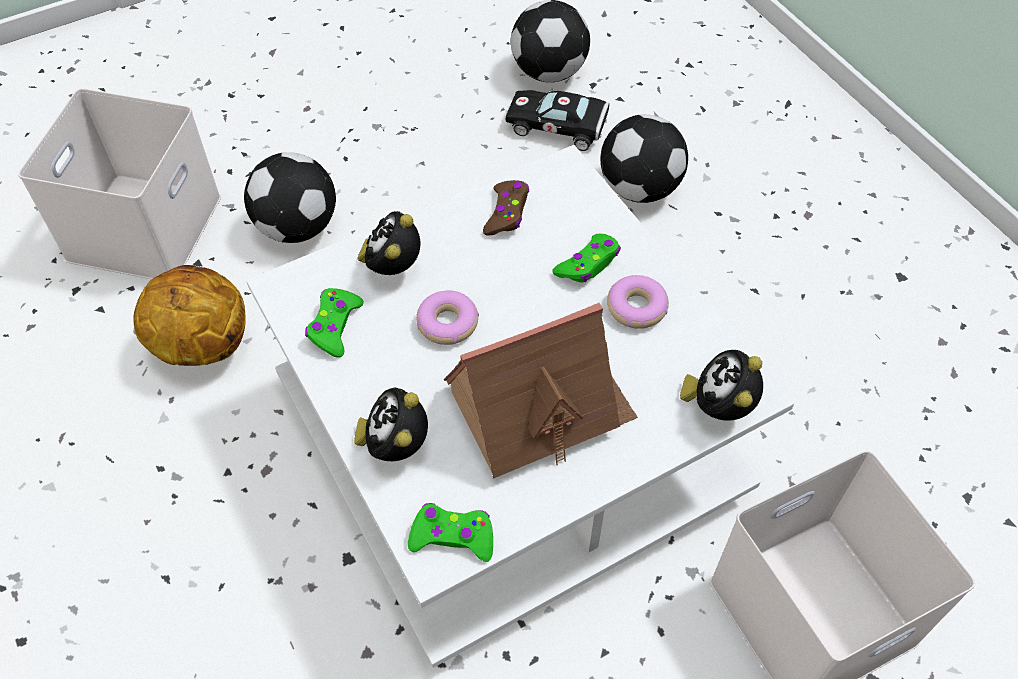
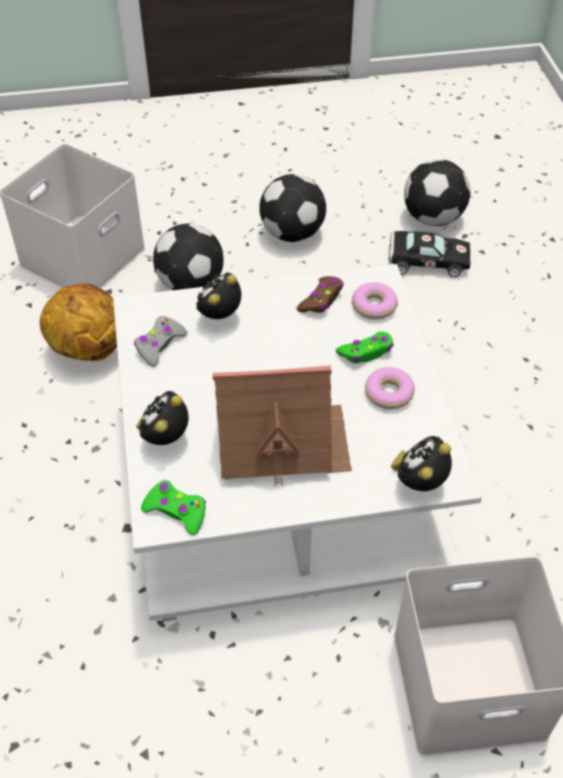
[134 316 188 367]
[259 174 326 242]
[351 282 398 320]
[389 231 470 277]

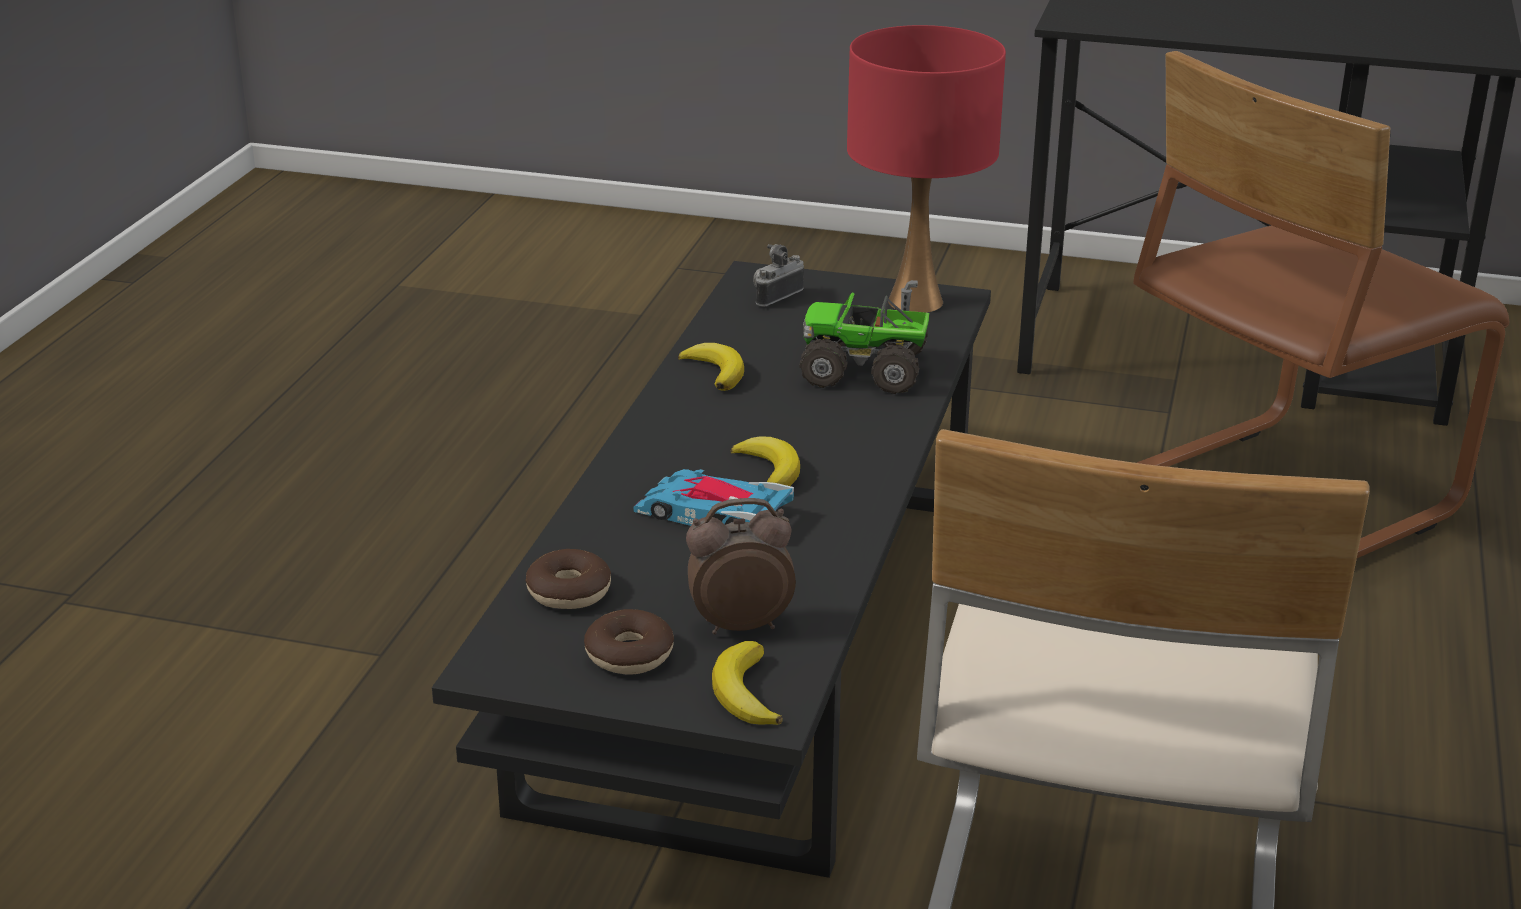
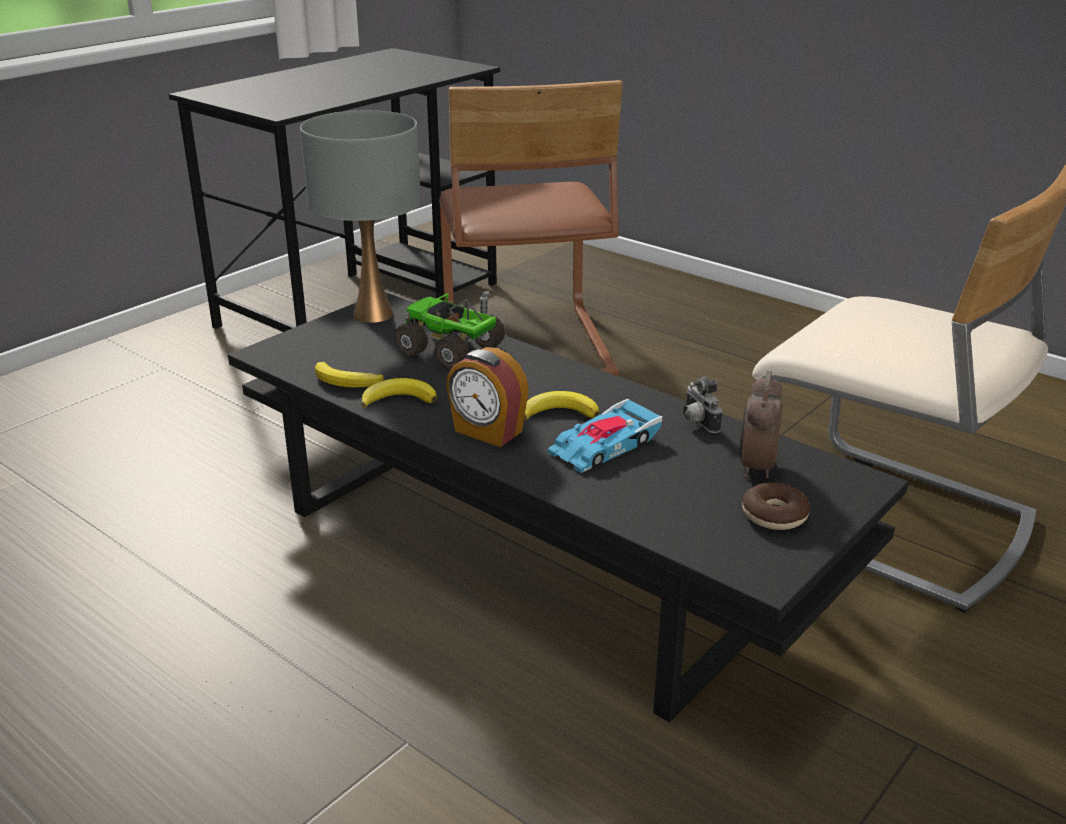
[300 110 421 323]
[315 362 384 388]
[394 291 505 370]
[446 347 529 447]
[683 376 722 433]
[525 549 611 609] (first image)

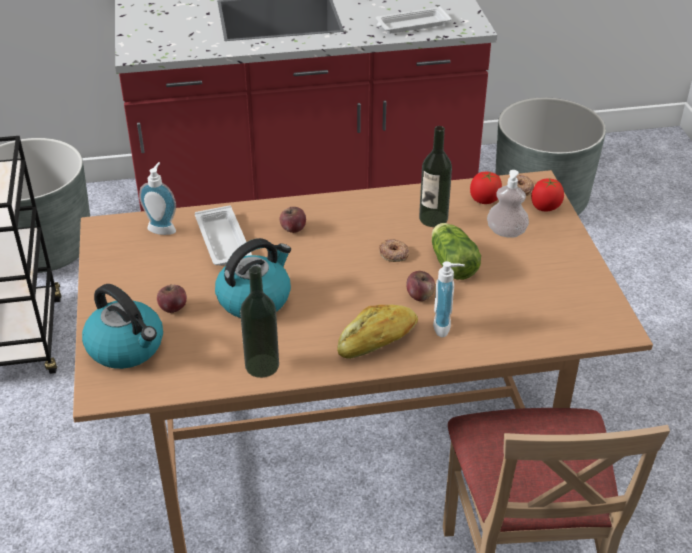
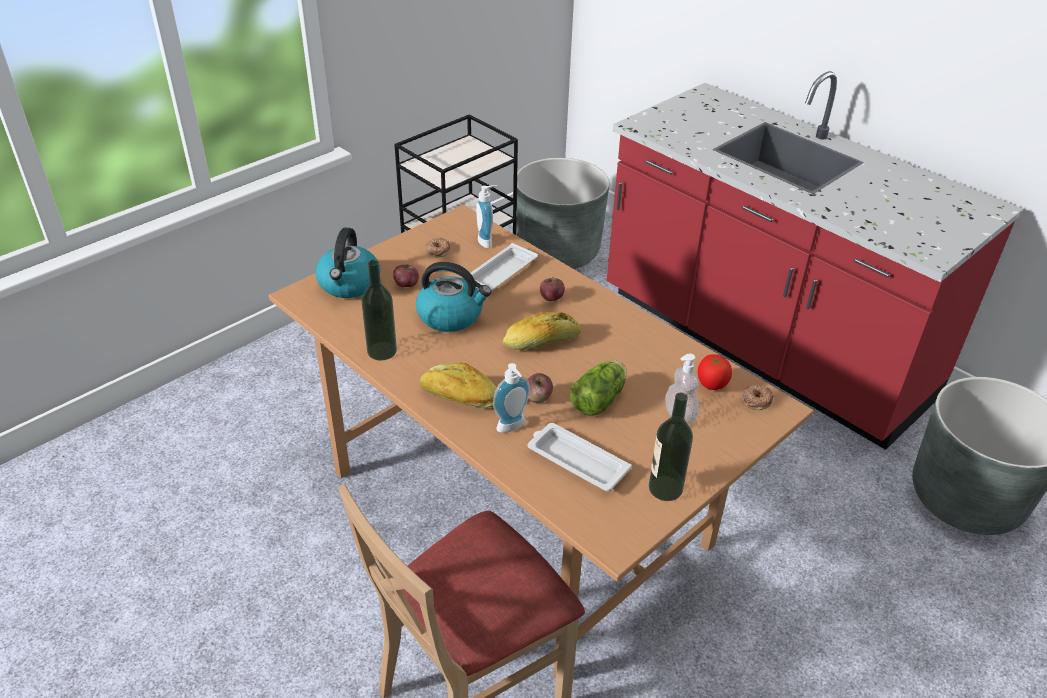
[425 237 450 257]
[503 312 581 350]
[527 423 632 492]
[649 393 693 501]
[531 178 564 212] (first image)

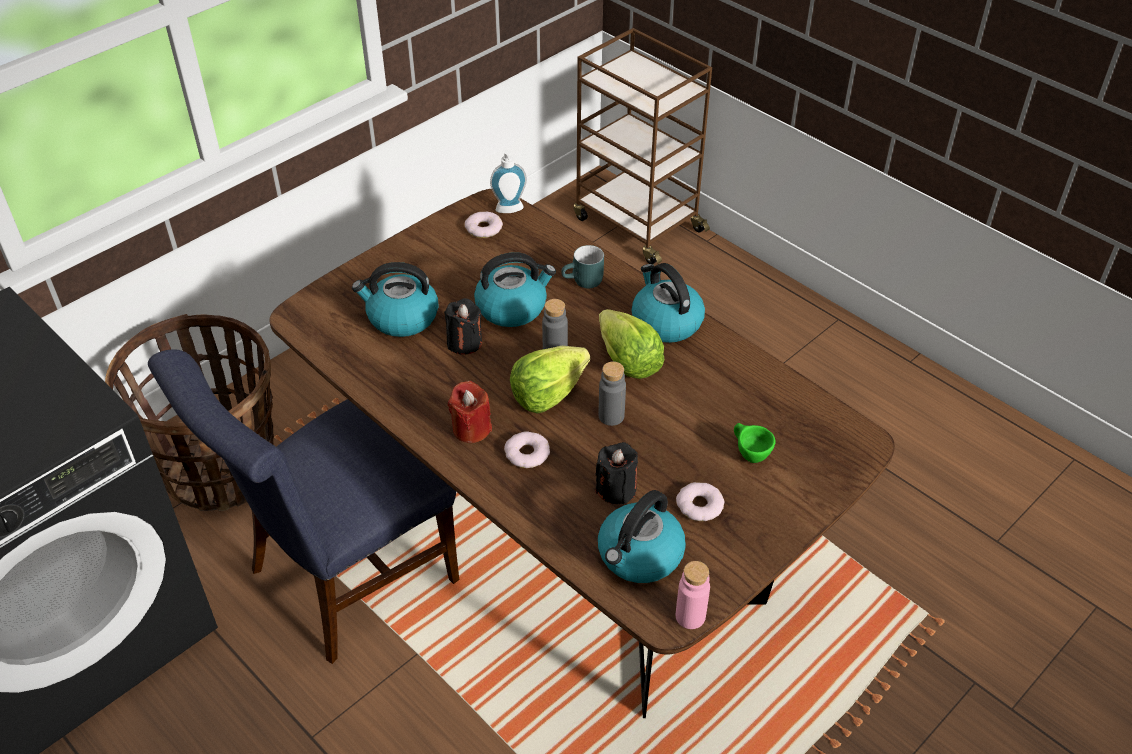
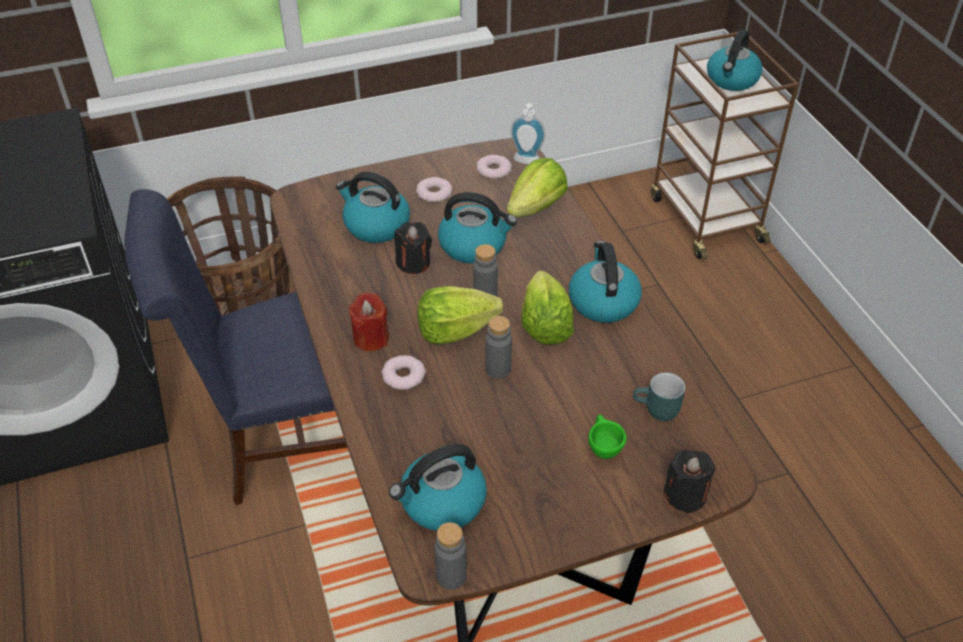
[416 177 452 203]
[435 522 467 590]
[507 158 568 218]
[633 372 685 421]
[663 450 716 513]
[707 30 763 91]

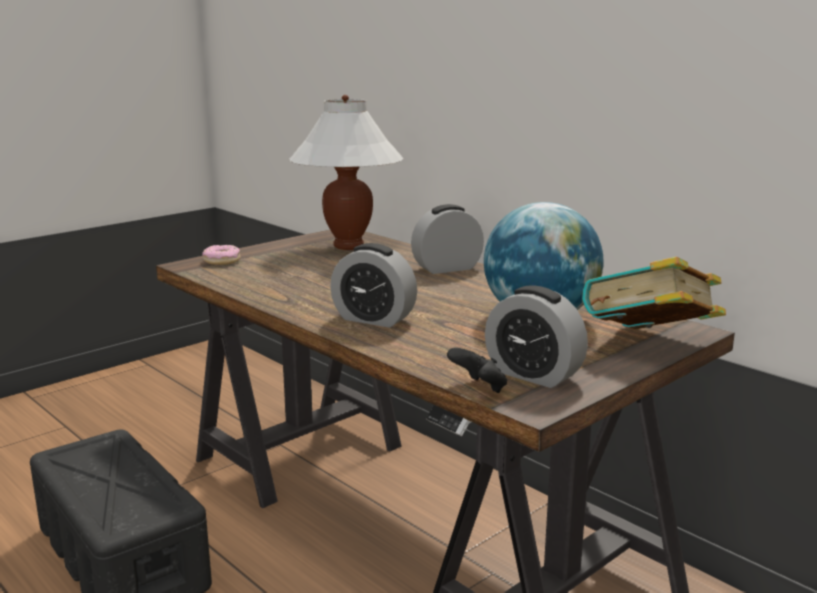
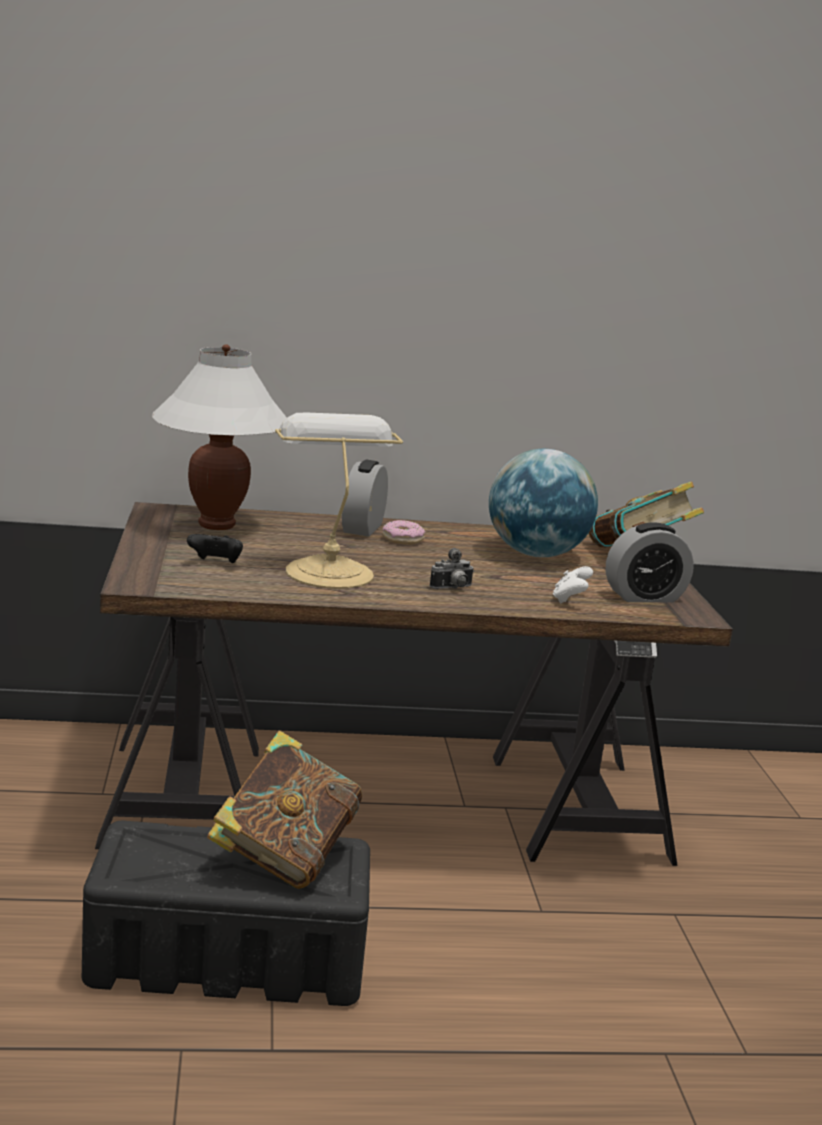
[187 534 243 563]
[207 731 362 889]
[275 413 403 589]
[382 520 426 545]
[430 548 474 589]
[553 566 593 604]

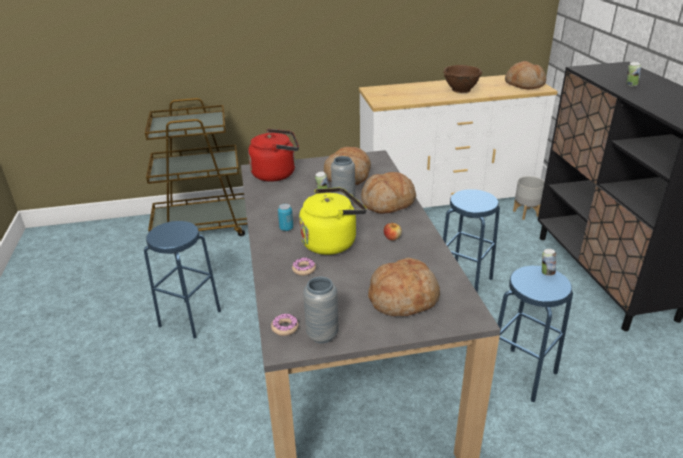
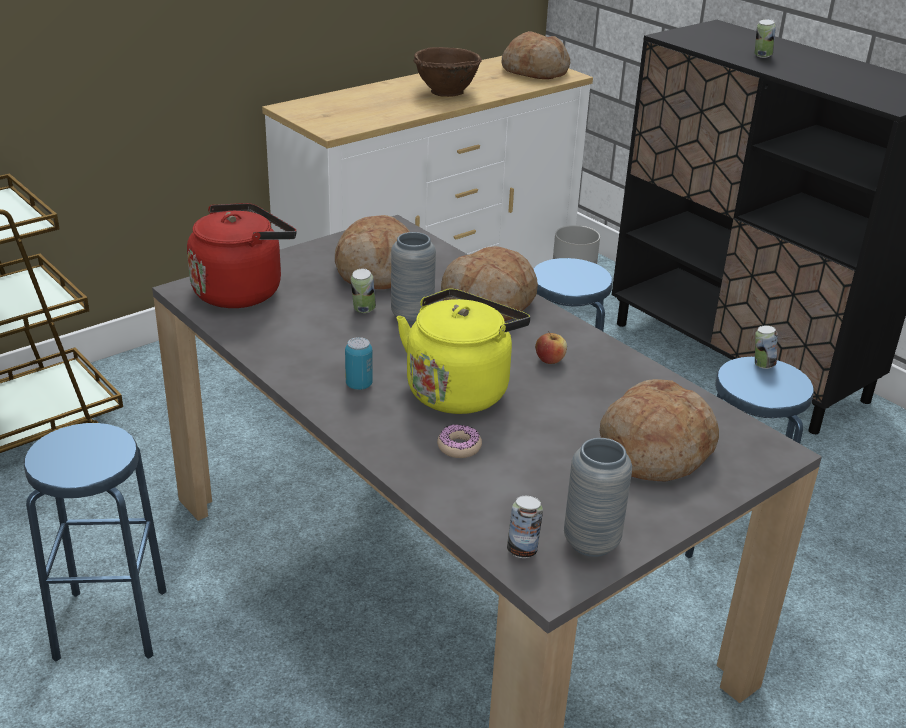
[507 496 543 558]

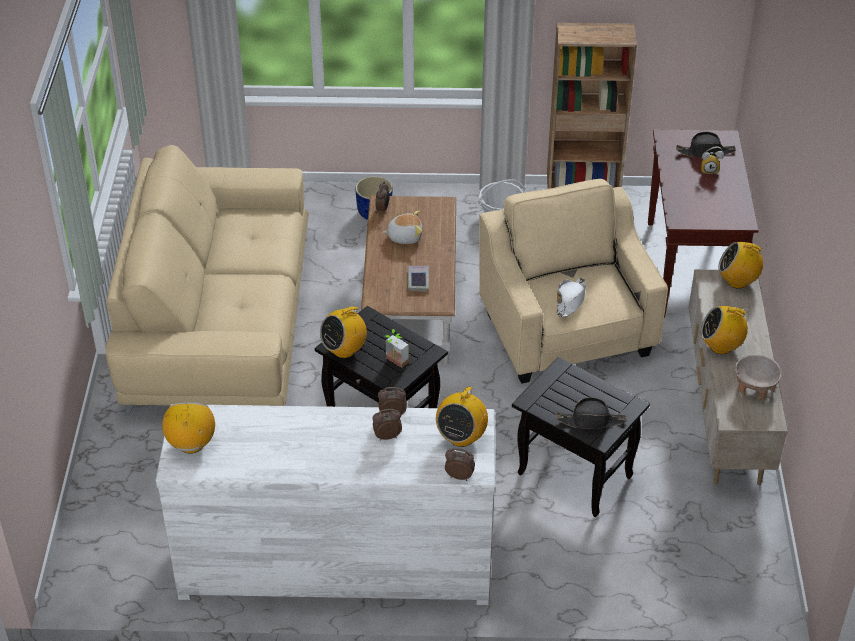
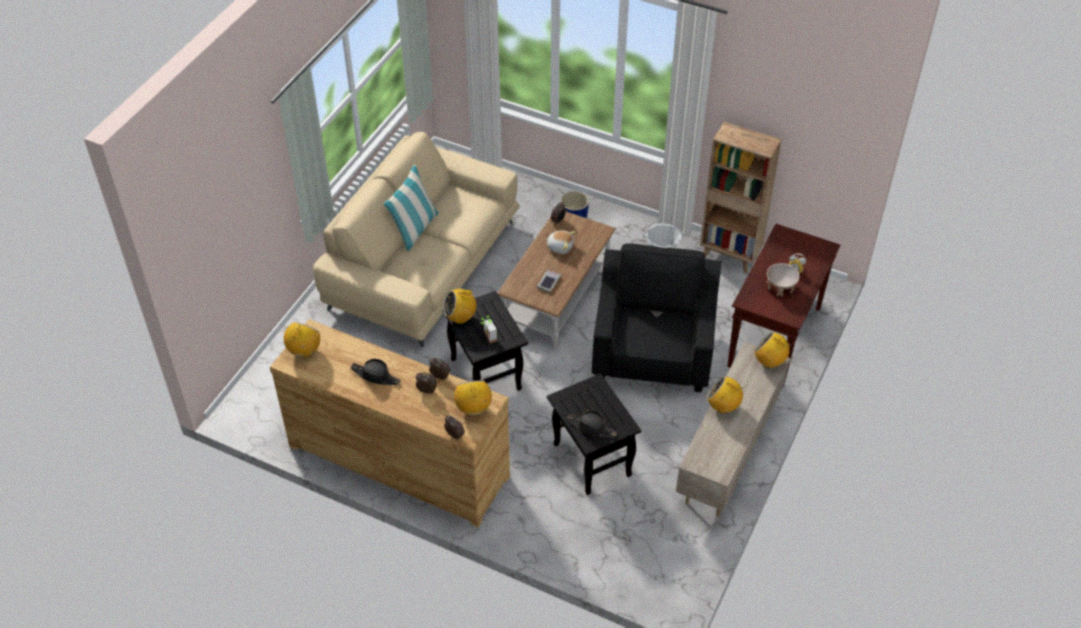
[270 319 510 527]
[351 359 401 385]
[384 165 439 251]
[454 380 492 416]
[592 244 721 392]
[767 263 800 297]
[557 278 586 317] (first image)

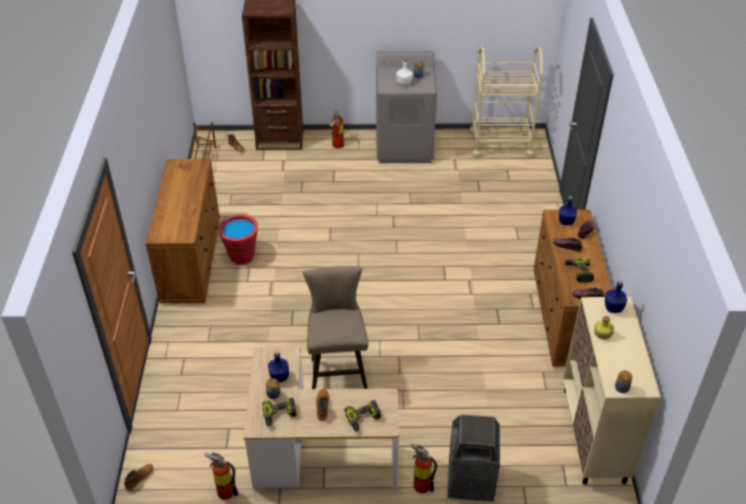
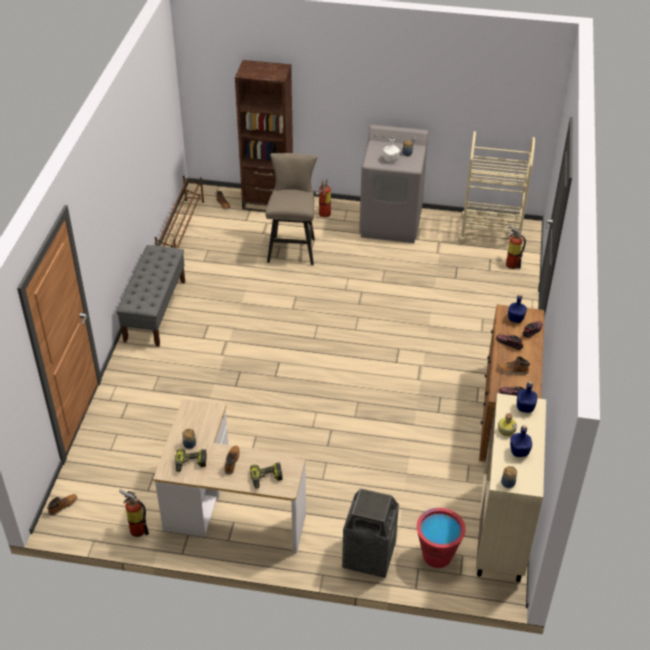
[116 245 185 347]
[265 153 317 265]
[417 508 466 568]
[497 357 530 374]
[506 225 526 269]
[510 425 532 457]

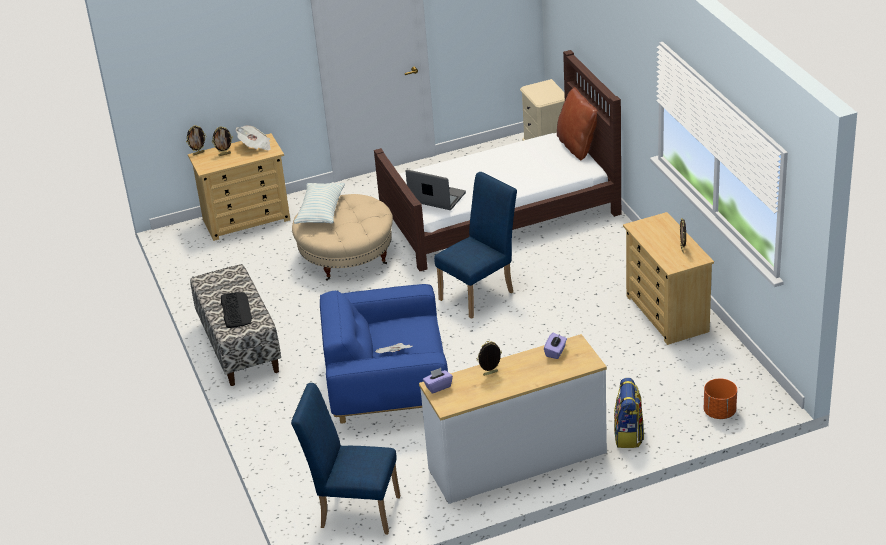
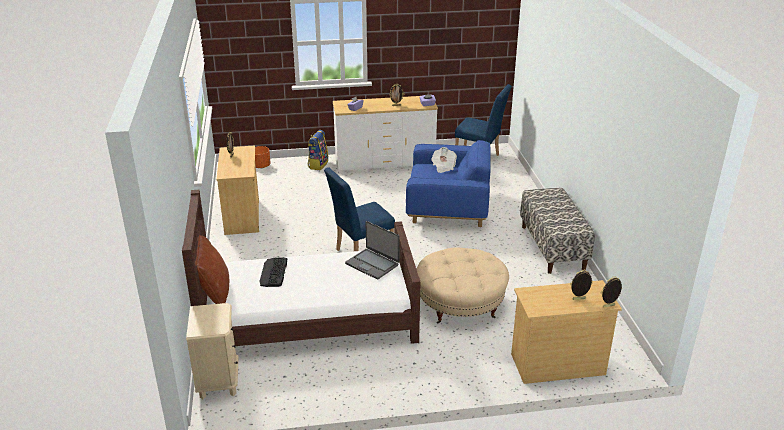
[259 257 287 287]
[236 126 271 151] (first image)
[294 183 345 224] (first image)

